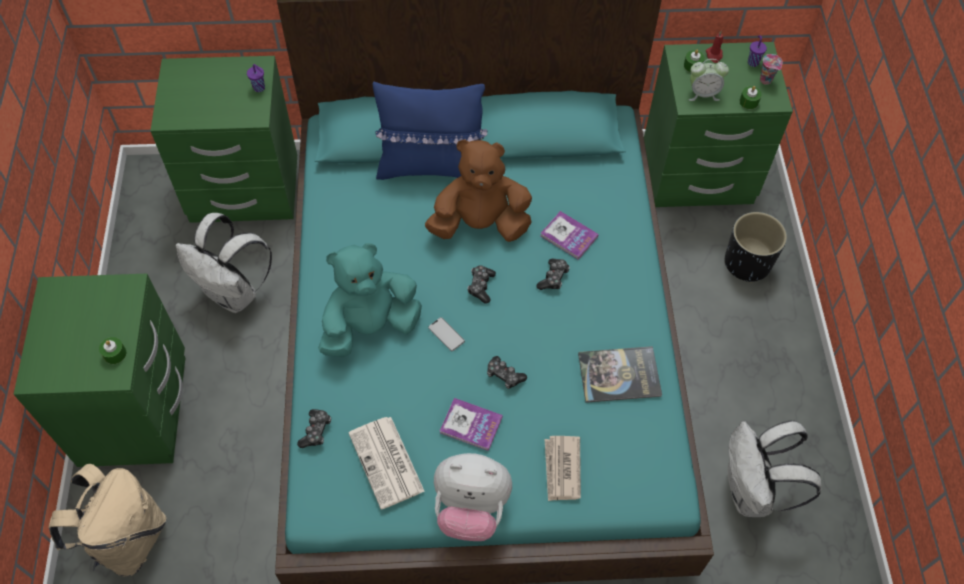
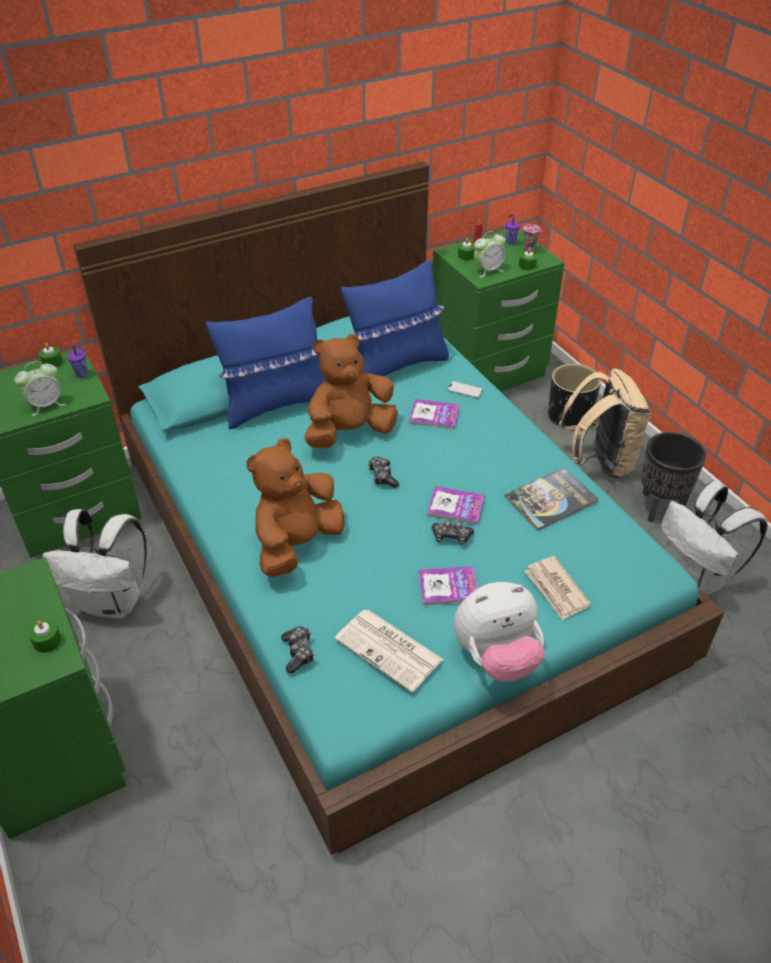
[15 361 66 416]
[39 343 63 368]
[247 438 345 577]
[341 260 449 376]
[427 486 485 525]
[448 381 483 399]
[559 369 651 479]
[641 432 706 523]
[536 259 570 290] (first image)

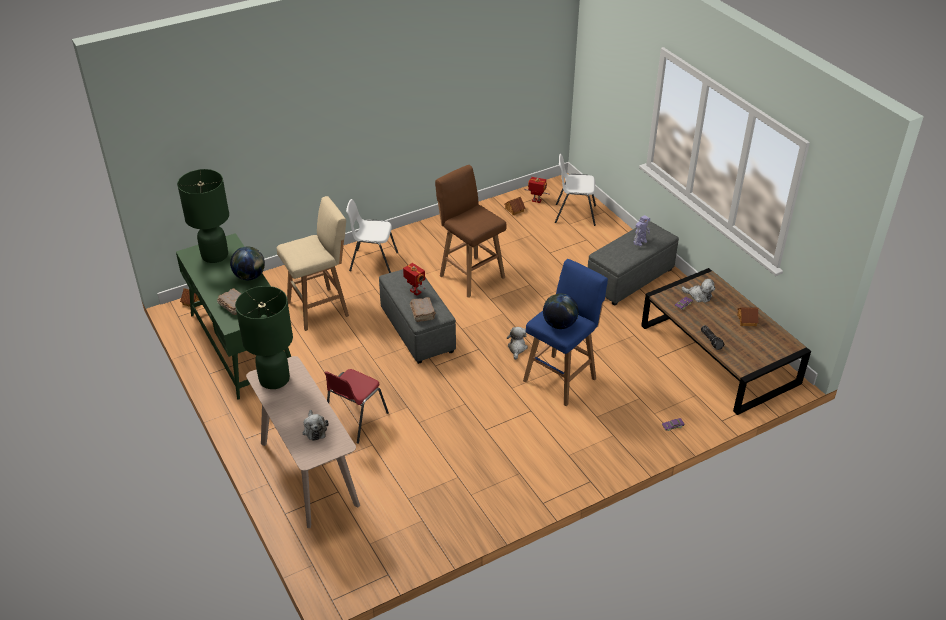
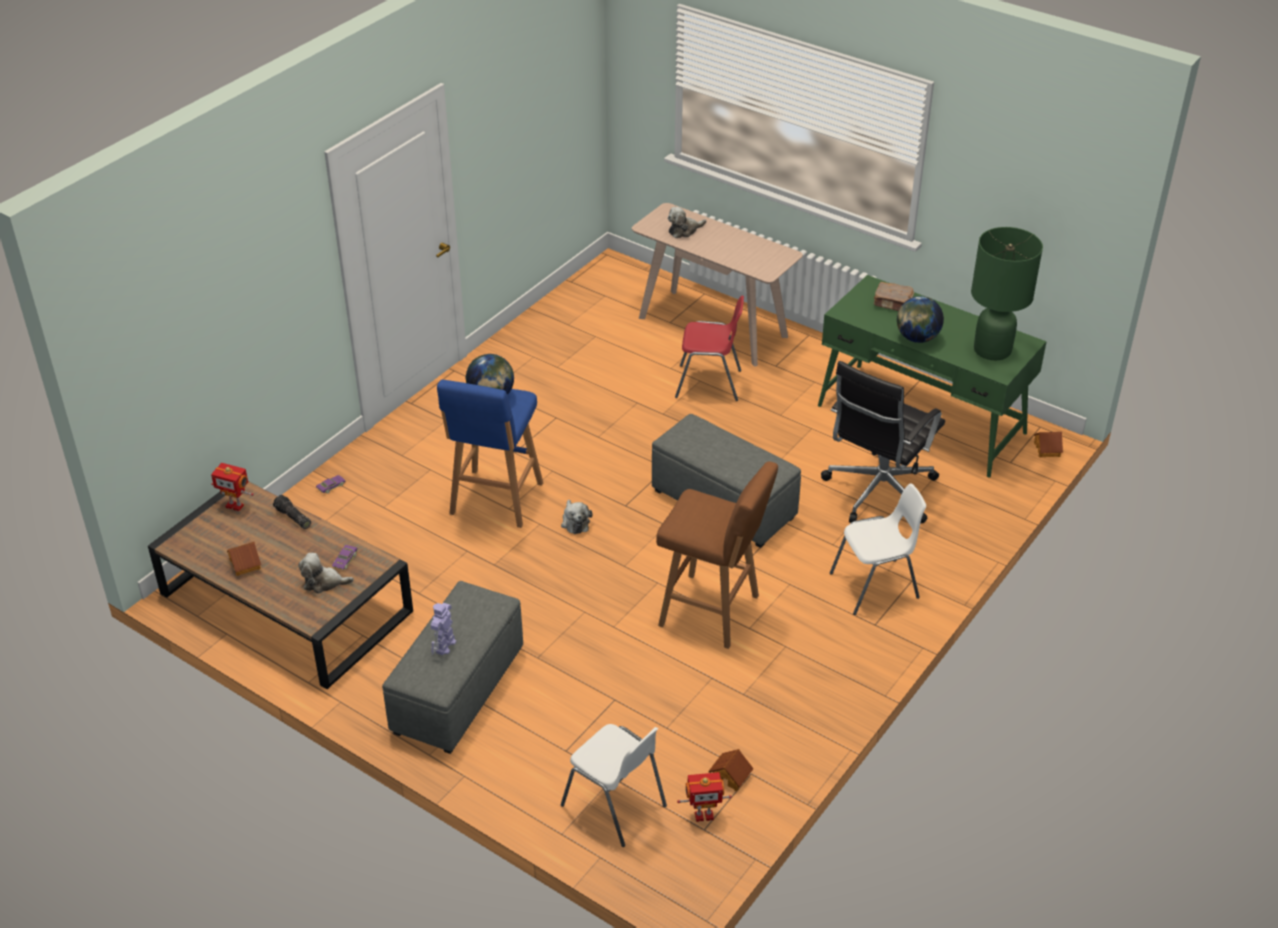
[211 463 254 511]
[561 724 667 847]
[668 207 707 238]
[675 296 744 401]
[821 361 945 523]
[235 286 293 389] (first image)
[410 297 436 322] (first image)

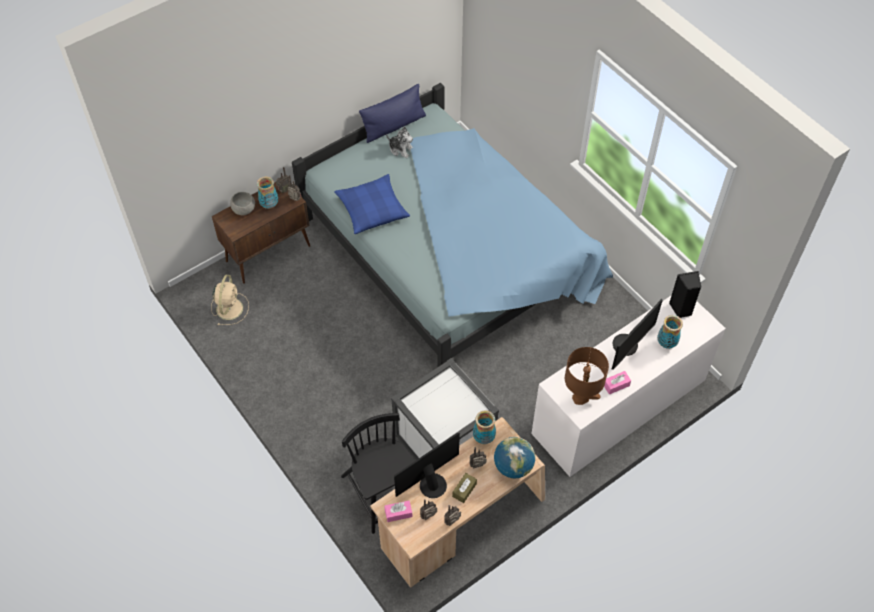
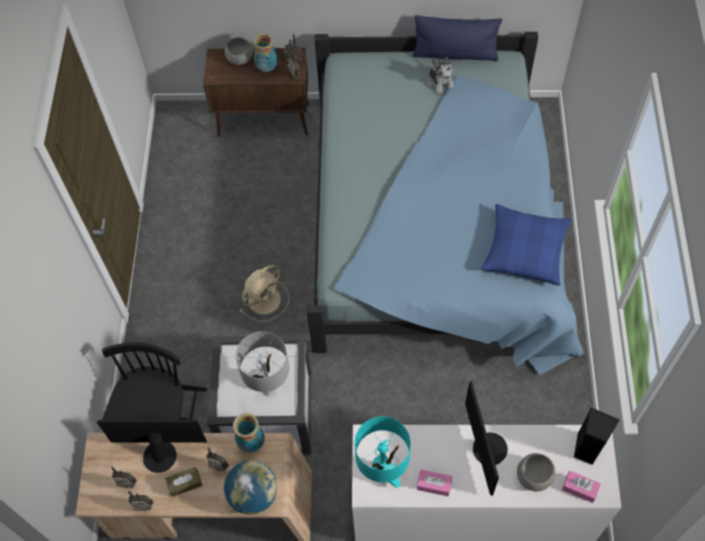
[236 331 290 397]
[240 265 289 322]
[354 417 411 488]
[465 380 508 496]
[481 204 572 286]
[517 453 555 492]
[562 471 601 503]

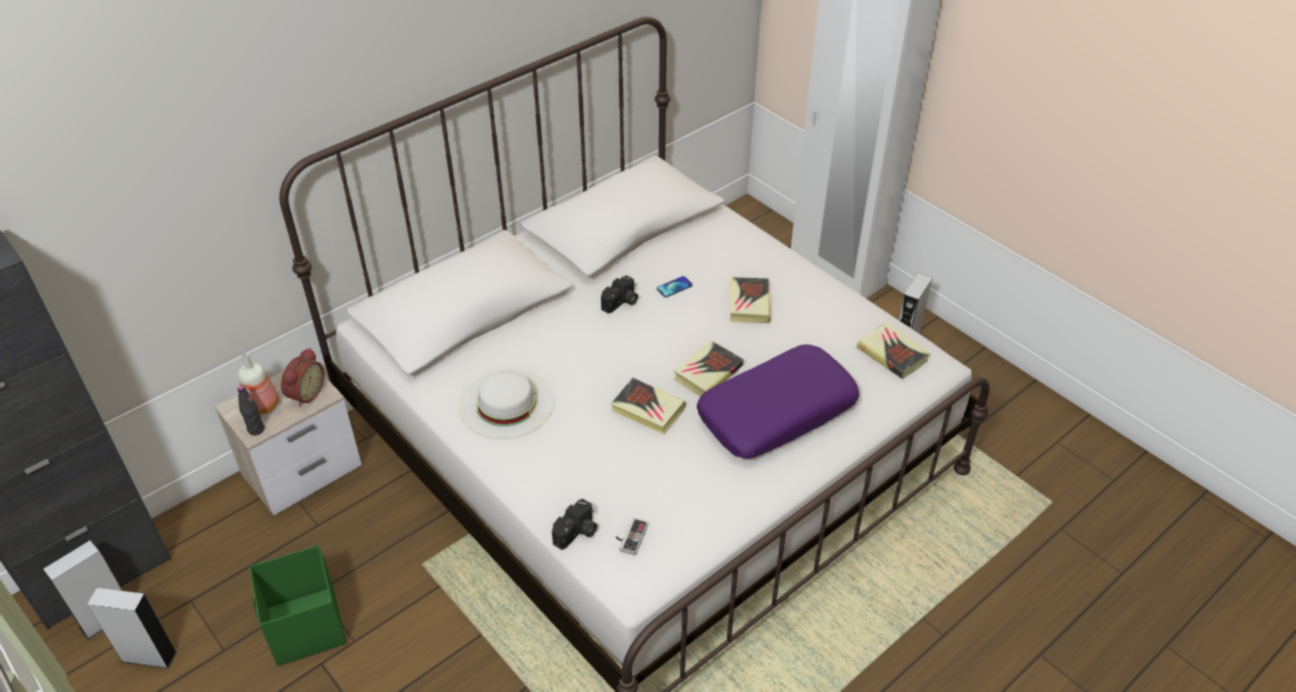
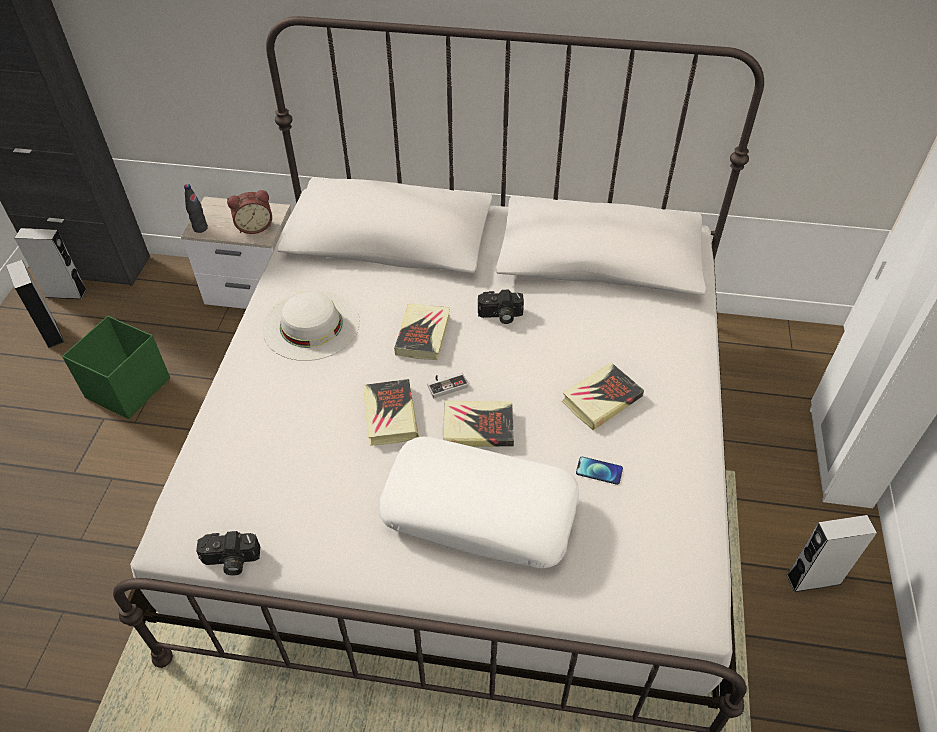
[196 531 260 576]
[379 436 579 568]
[394 303 450 360]
[427 373 468 398]
[576 457 623 485]
[238 353 279 415] (first image)

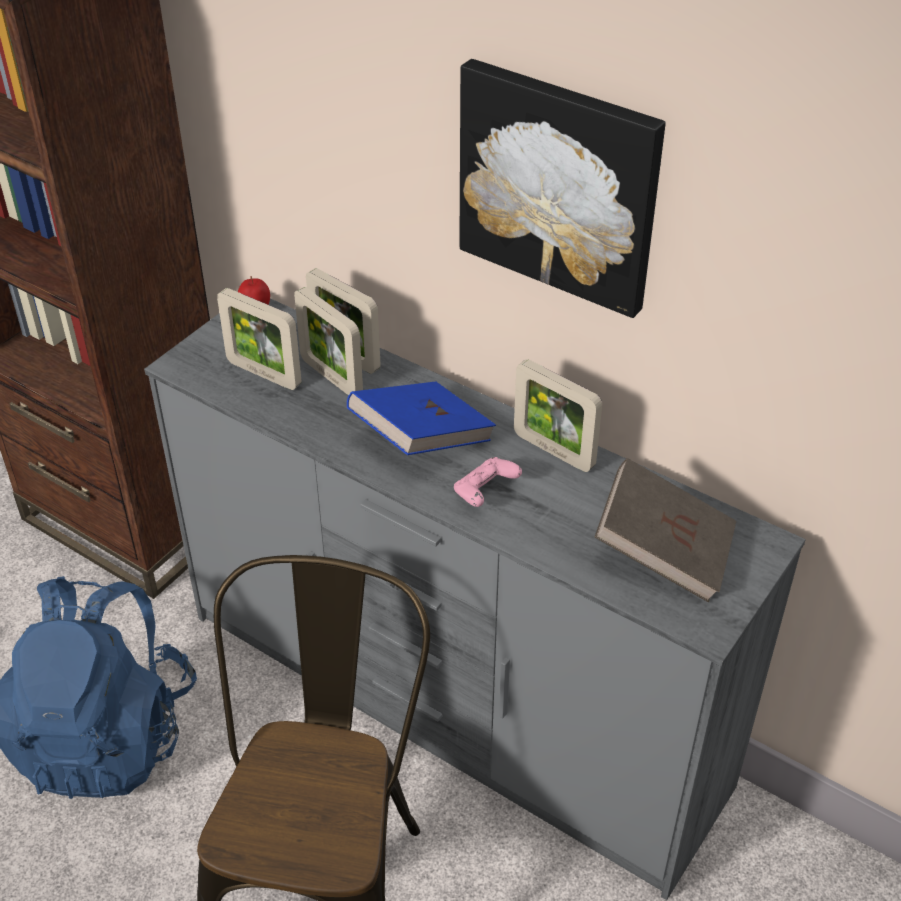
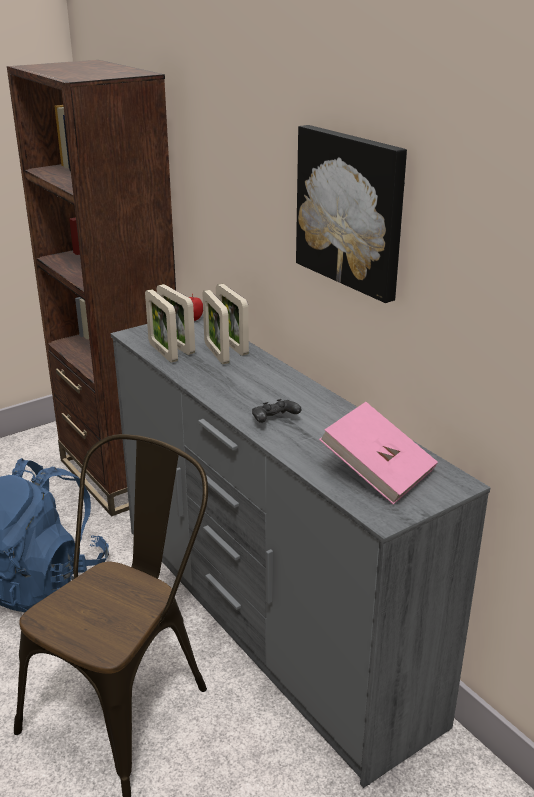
[145 289 178 363]
[252 399 301 423]
[319 402 438 505]
[347 381 496 455] (first image)

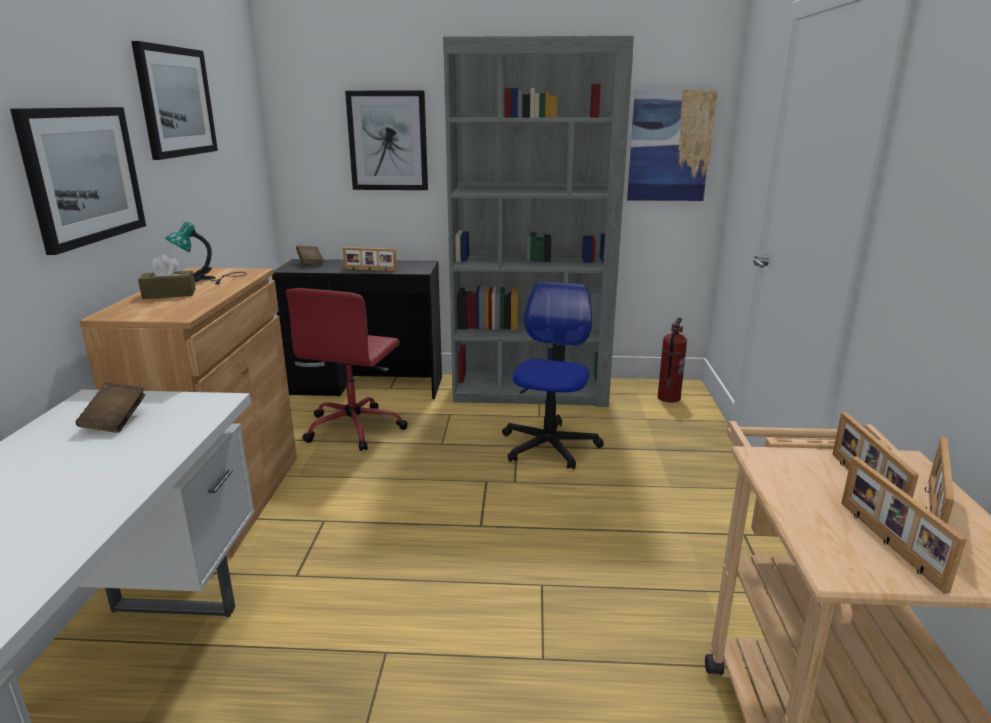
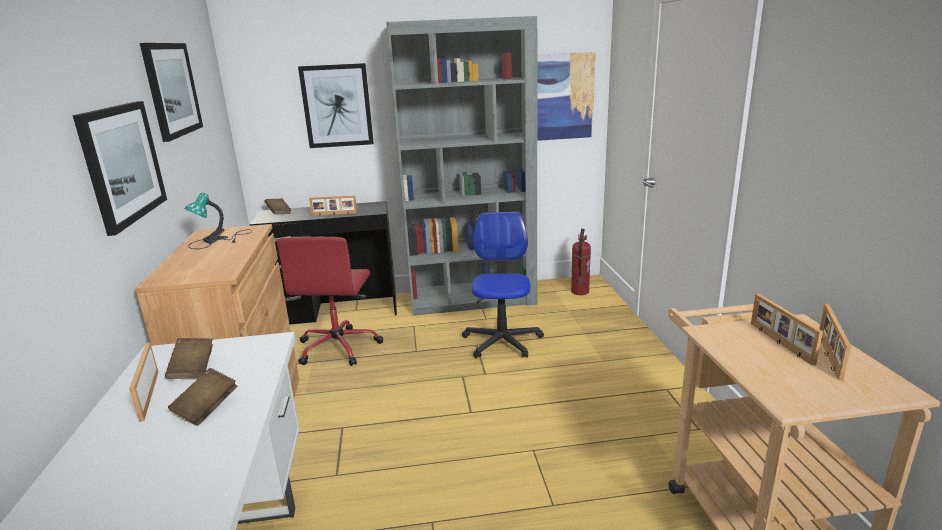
[129 342 159 422]
[168 368 238 426]
[138 255 196 299] (first image)

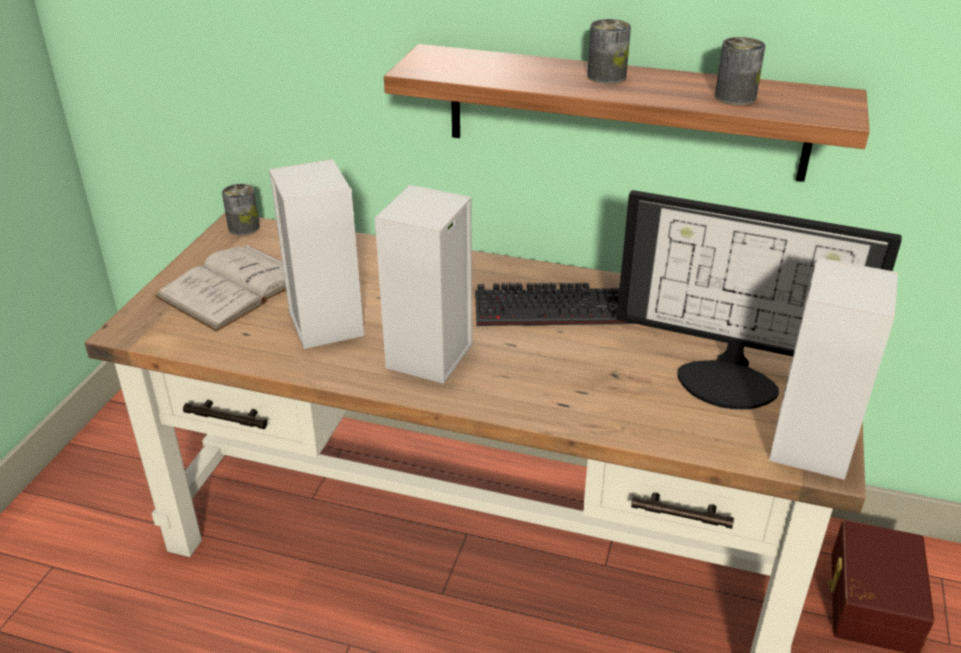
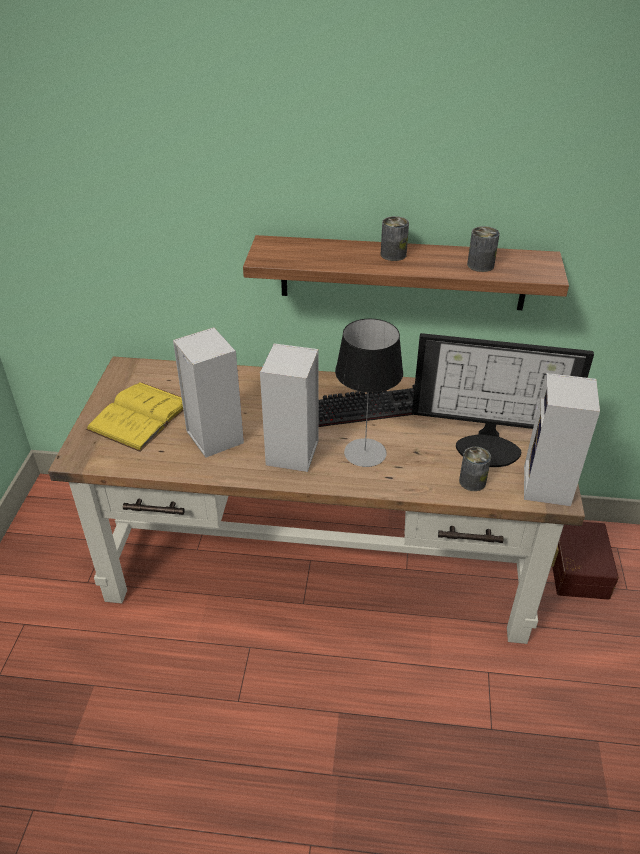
[86 382 183 452]
[335 319 403 467]
[459 447 491 491]

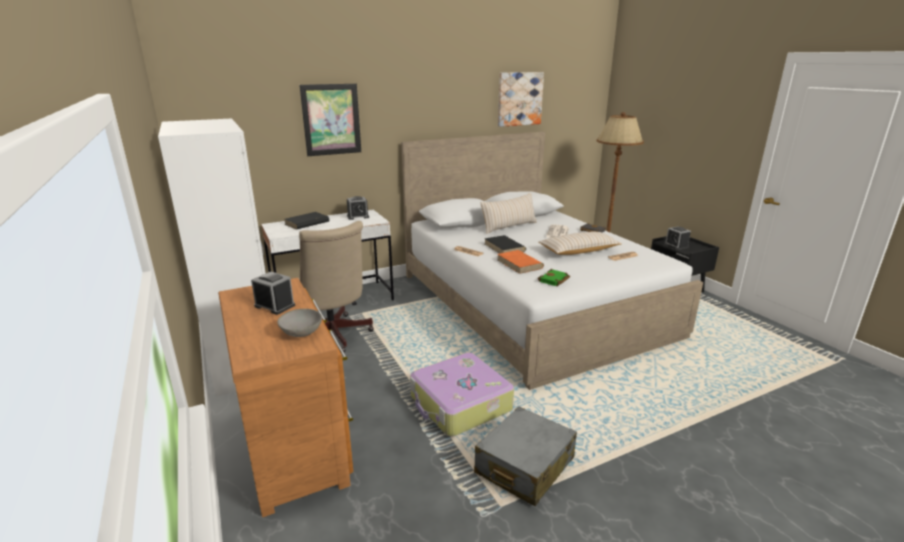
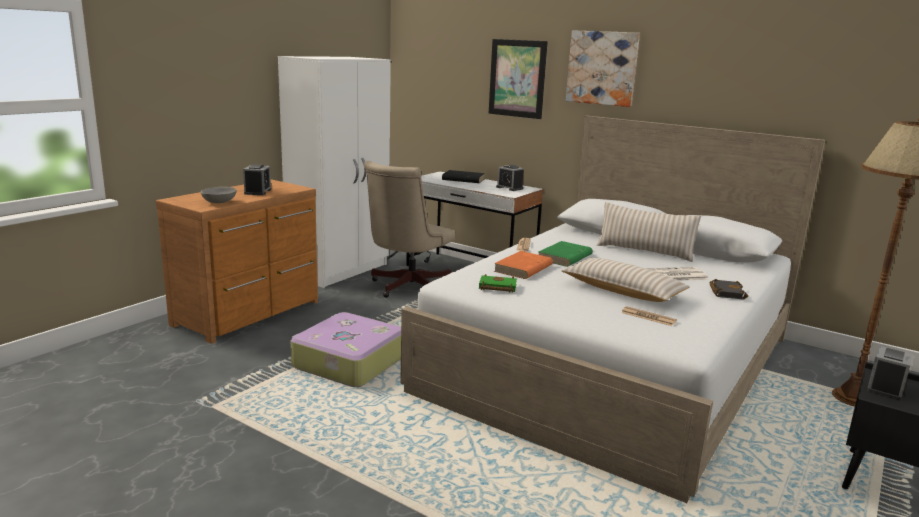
[538 241 593 267]
[566 30 640 107]
[474 406 577 506] (first image)

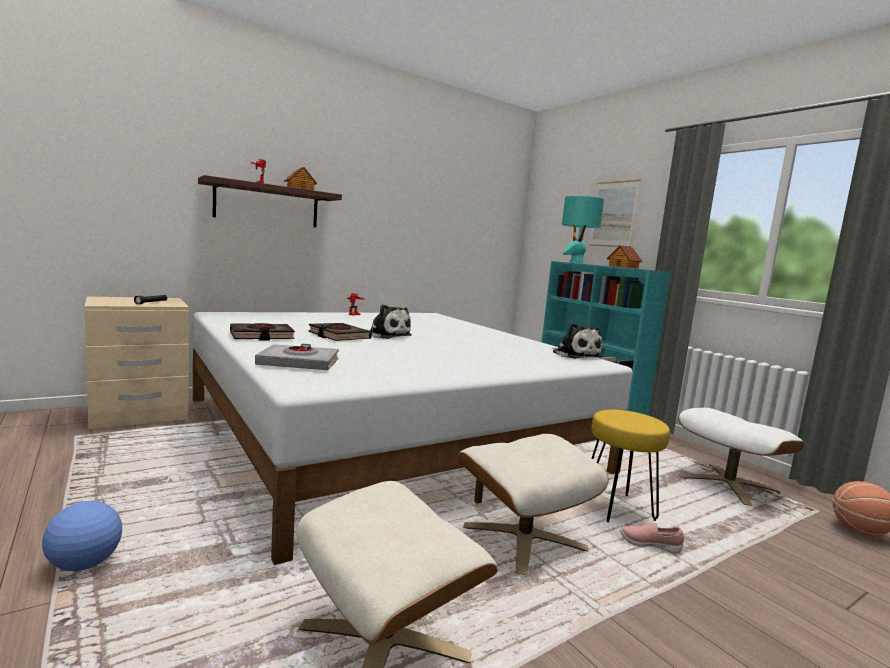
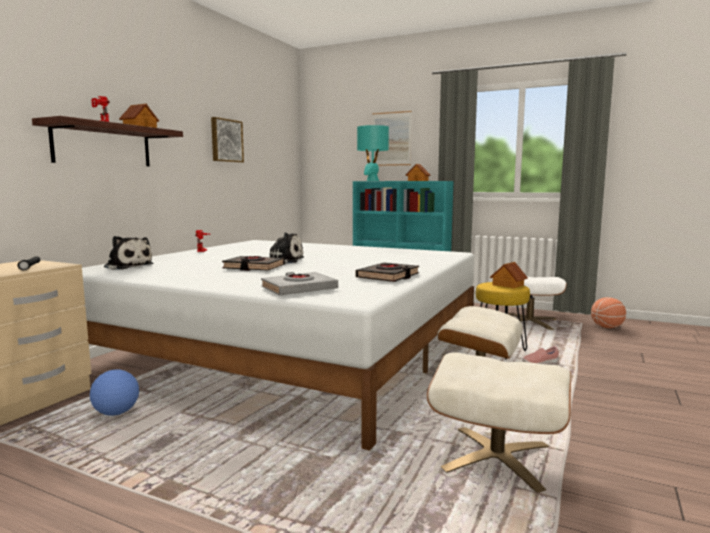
[90 369 139 416]
[104 236 153 270]
[211 117 244 163]
[355 262 419 282]
[490 262 528 288]

